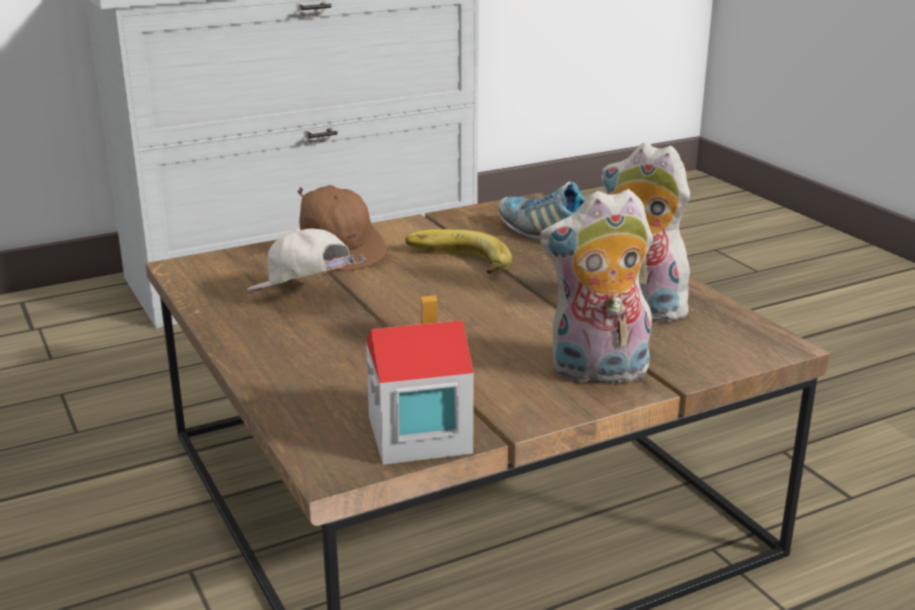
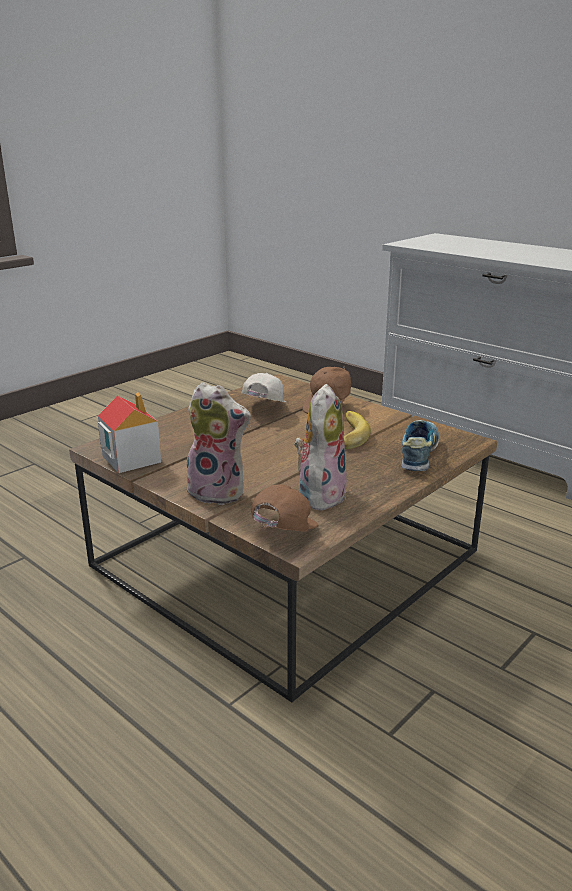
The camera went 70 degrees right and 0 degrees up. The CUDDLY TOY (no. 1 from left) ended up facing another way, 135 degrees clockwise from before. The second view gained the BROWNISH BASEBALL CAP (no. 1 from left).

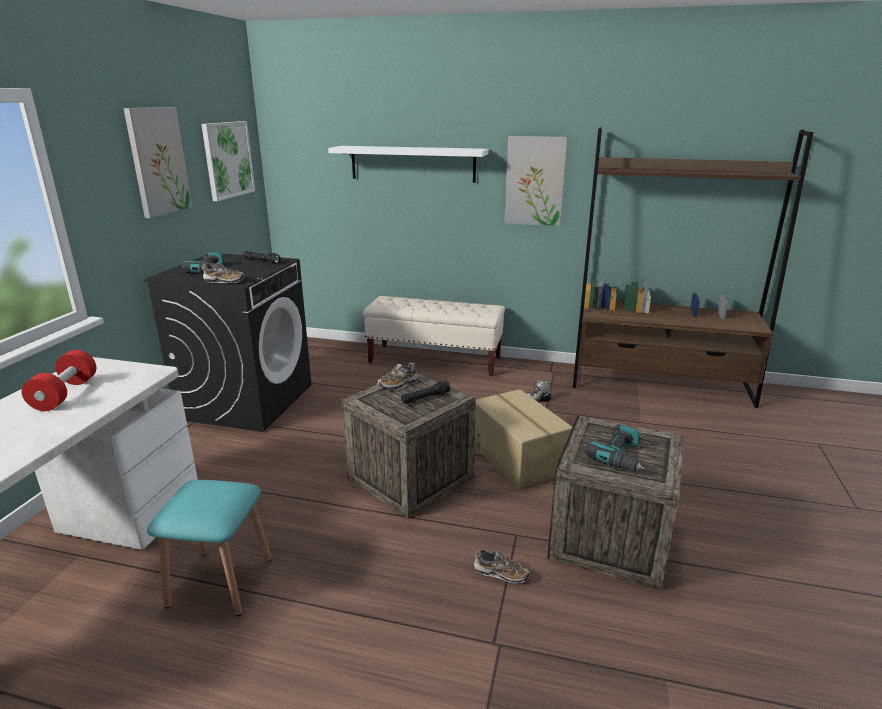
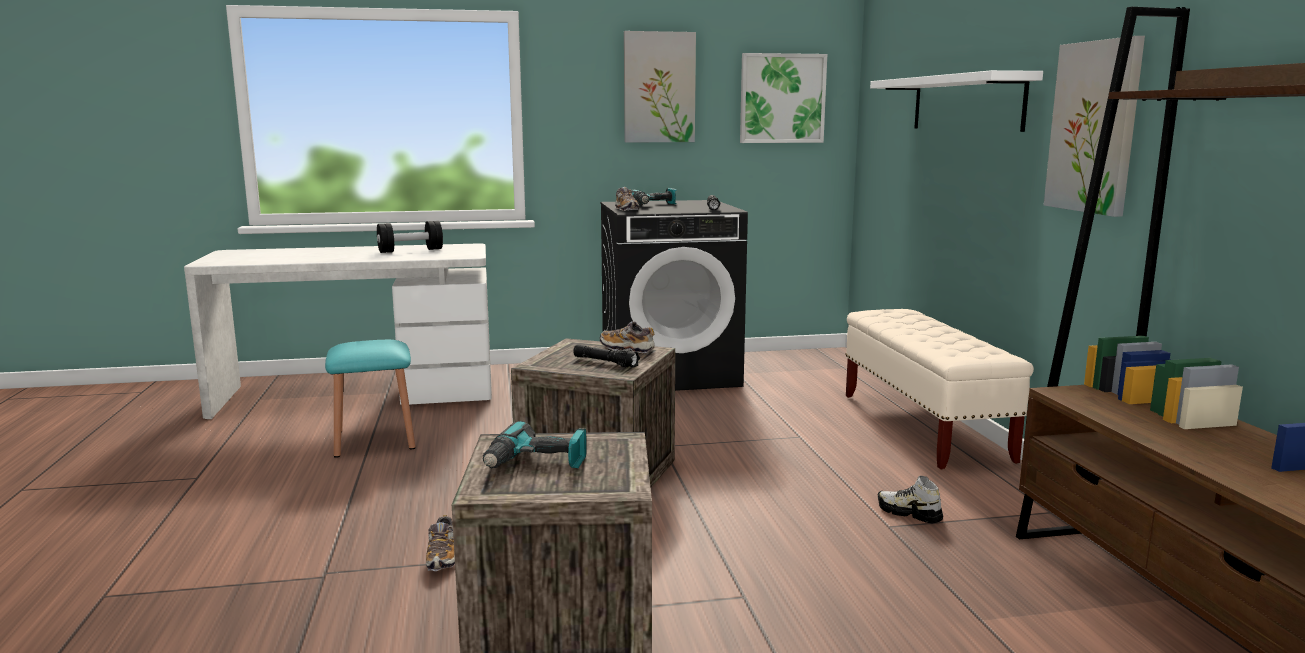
The camera went 65 degrees right and 10 degrees down. What was the RED-COLOURED HAND WEIGHT turned into the BLACK-COLOURED HAND WEIGHT. The second view lost the CARTON.

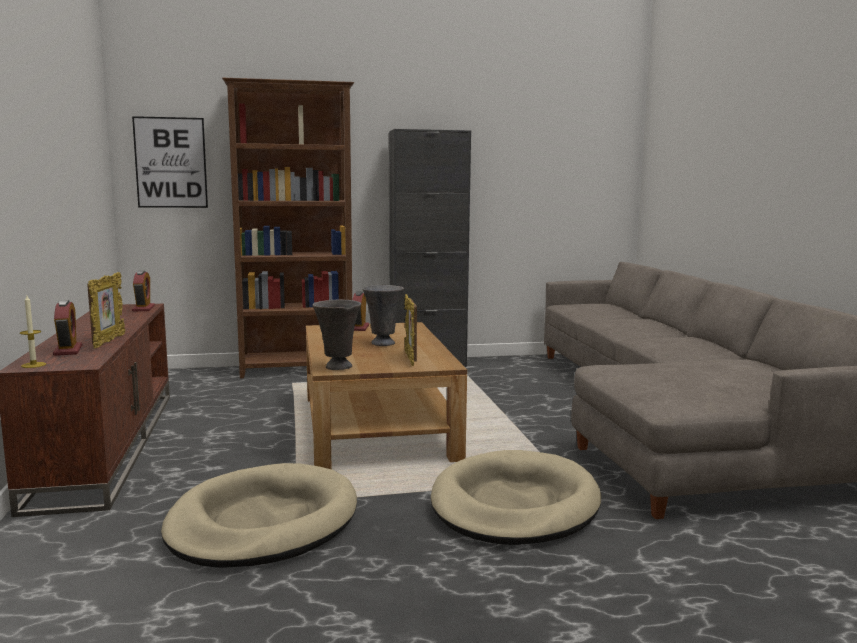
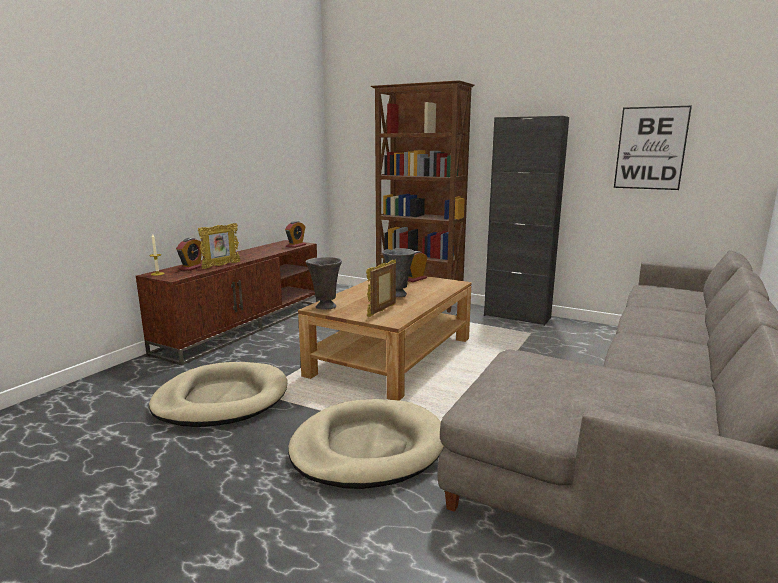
The camera went 40 degrees right and 5 degrees up. The PICTURE ended up elsewhere.

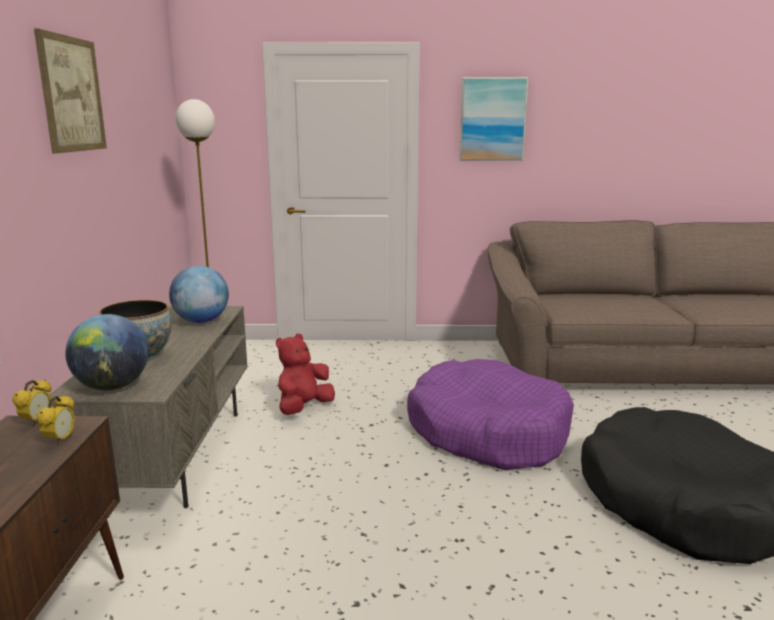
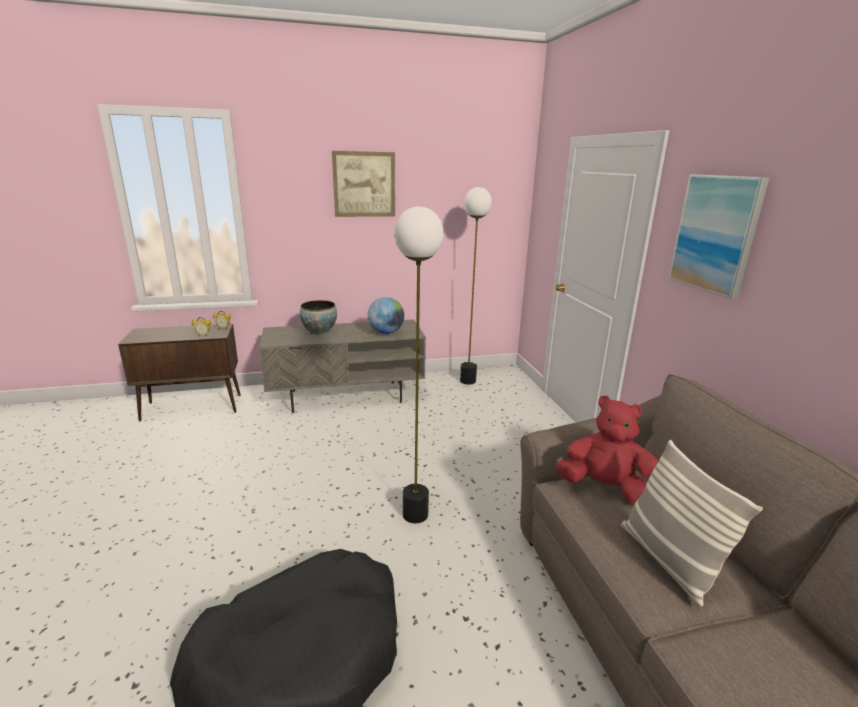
The camera went 75 degrees right and 5 degrees up. Where the PURPLISH DOG CUSHION stood, the STANDING LAMP (no. 1 from left) came to stand. The RED-COLOURED CUDDLY TOY ended up elsewhere. The second view gained the THROW PILLOW. The second view lost the GLOBE (no. 1 from left).

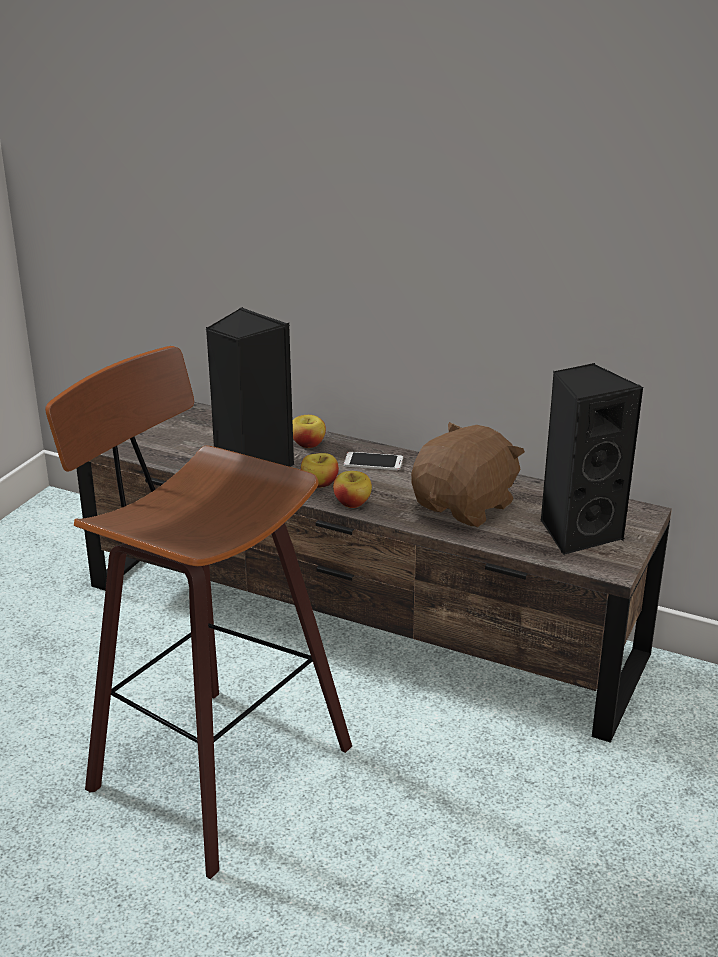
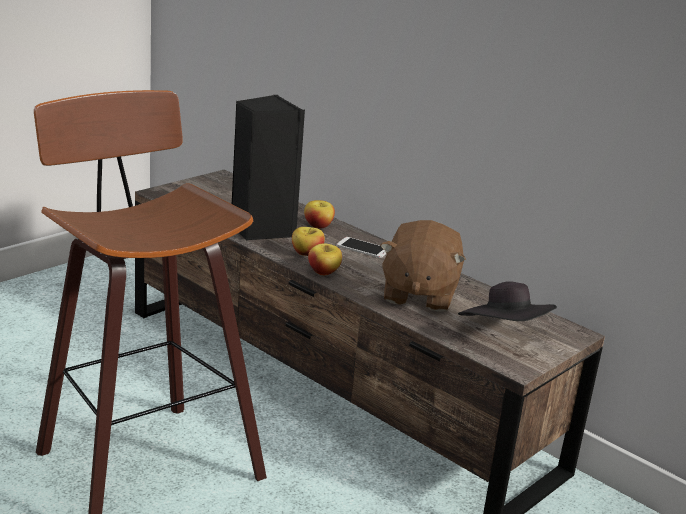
The camera went 15 degrees right and 5 degrees down. The BROWNISH CUDDLY TOY ended up facing another way, 135 degrees clockwise from before. Where the BLACK-COLOURED SPEAKER (no. 2 from left) stood, the BLACK-COLOURED HAT came to stand.

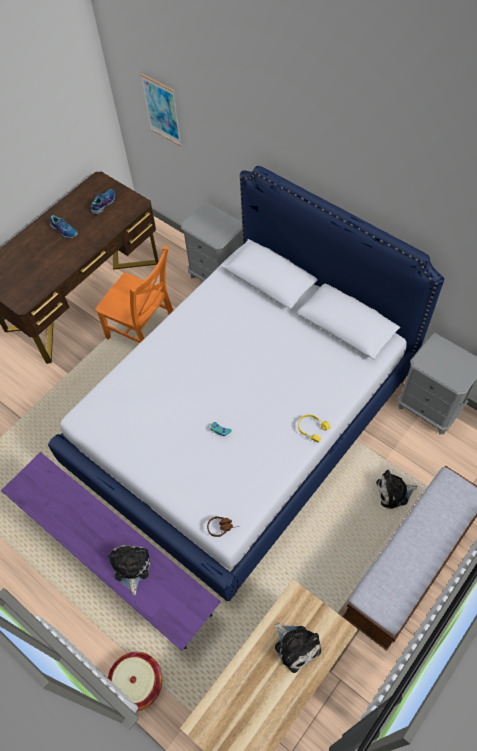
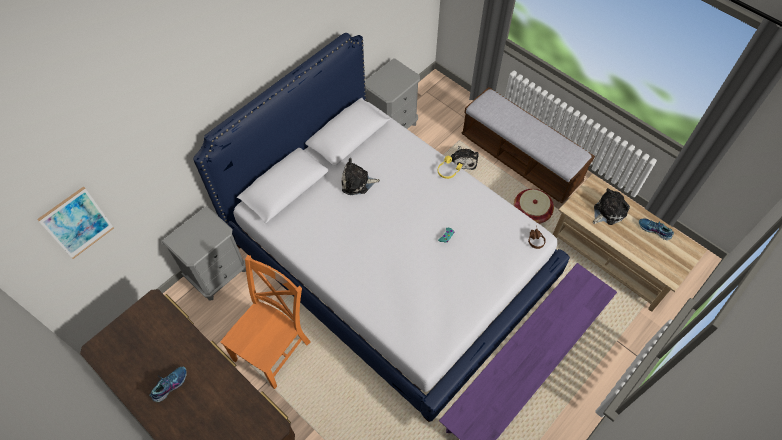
The camera went 90 degrees left and 0 degrees up. The CUDDLY TOY (no. 1 from left) ended up elsewhere. The BASKET ended up elsewhere. The LOW SHOE (no. 2 from left) ended up elsewhere.

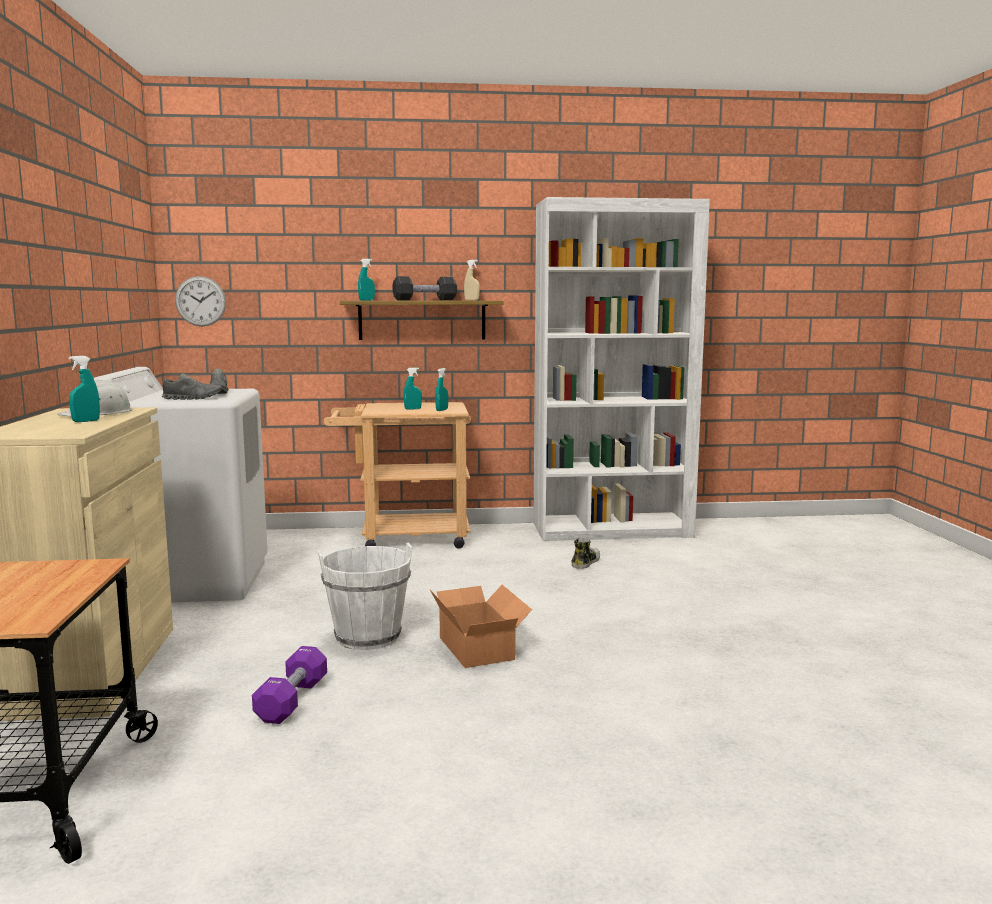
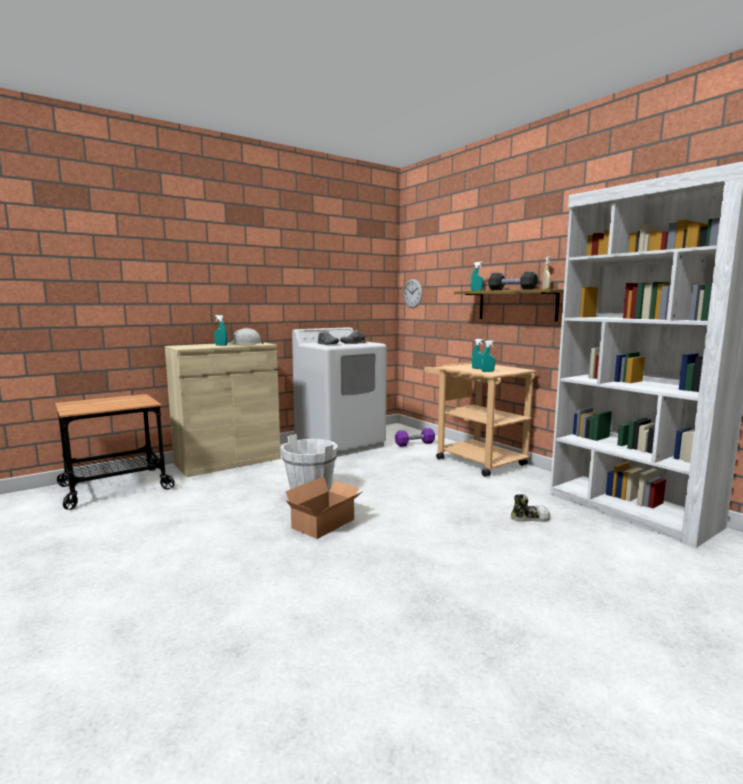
The camera went 60 degrees right and 0 degrees up. The PURPLISH HAND WEIGHT ended up elsewhere.

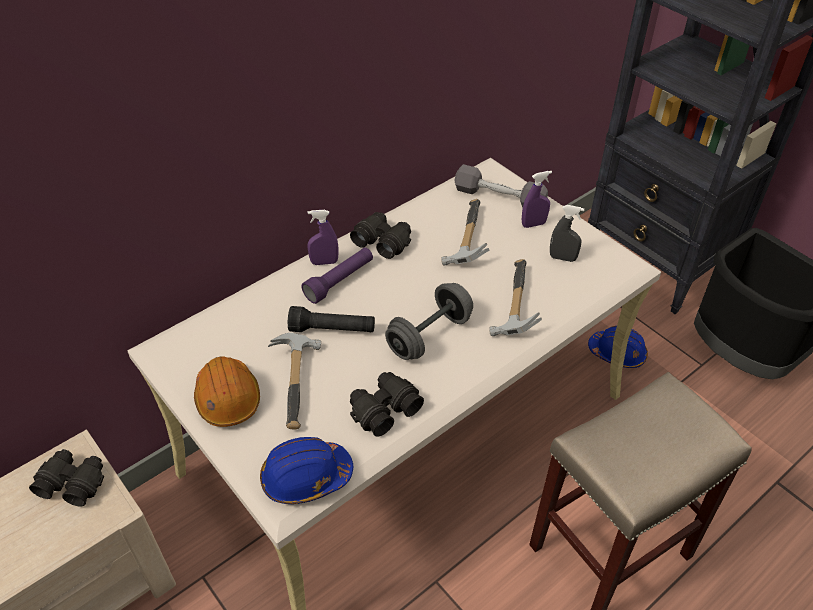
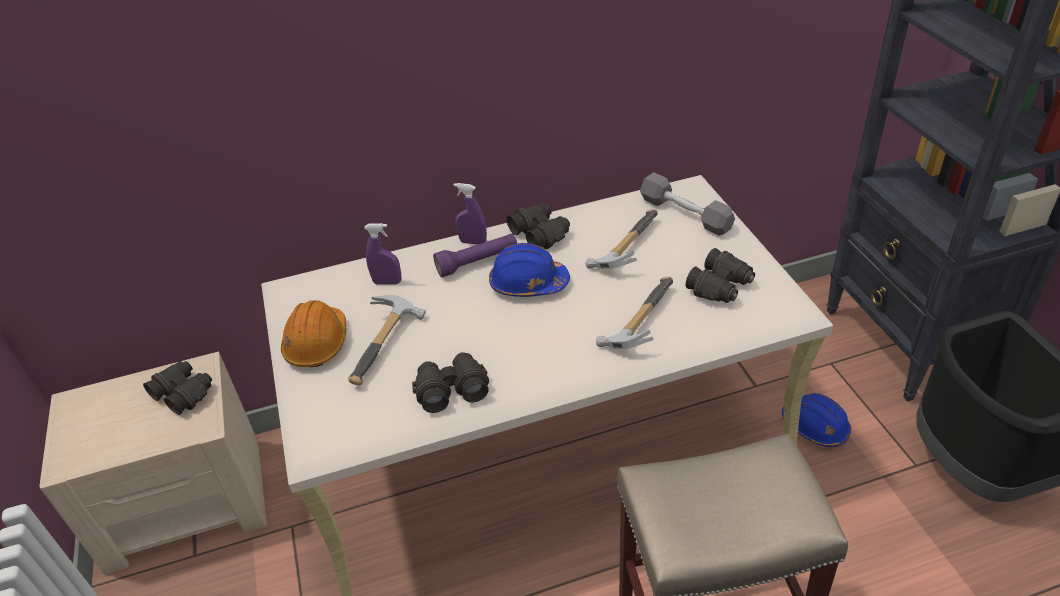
The camera went 25 degrees right and 5 degrees down. The PURPLISH SPRAYER (no. 2 from left in the first image) ended up elsewhere. The BLUE-COLOURED SAFETY HELMET (no. 1 from left) ended up elsewhere. Where the GREYISH SPRAYER stood, the BLACK-COLOURED BINOCULARS (no. 4 from left) came to stand. The second view lost the BLACK-COLOURED TORCH. The second view lost the GREYISH HAND WEIGHT (no. 1 from left).

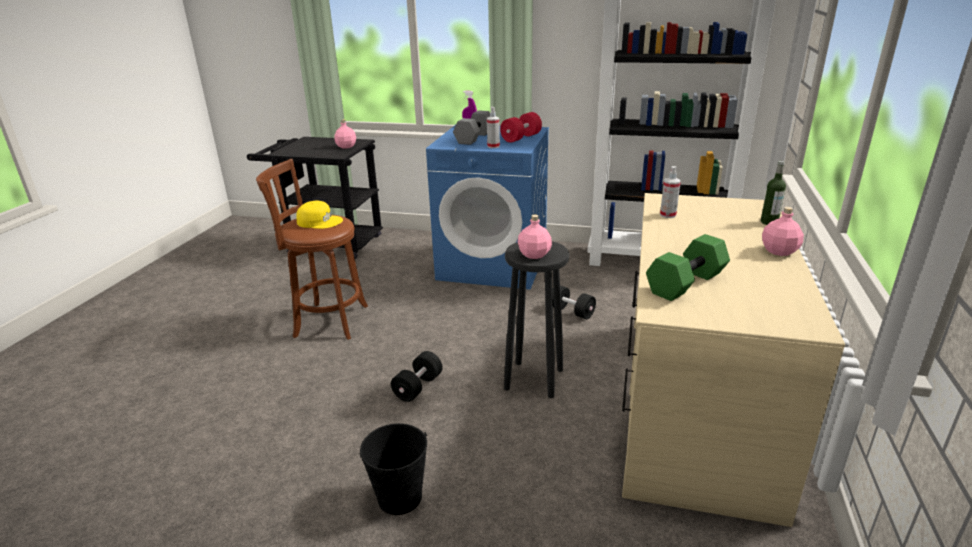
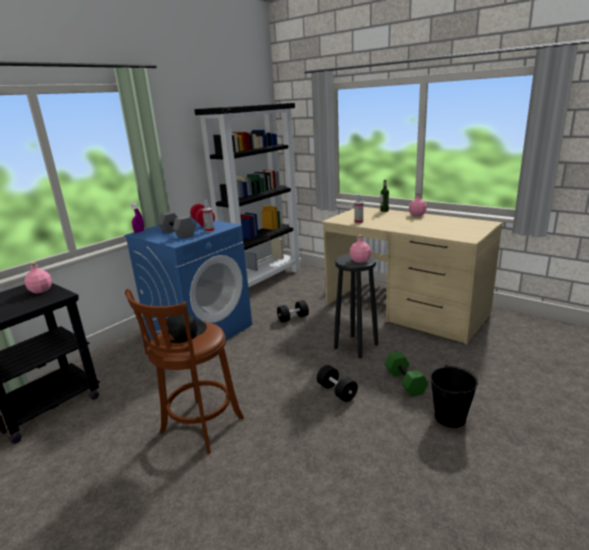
The camera went 65 degrees left and 5 degrees down. What was the YELLOWISH BASEBALL CAP turned into the BLACK-COLOURED BASEBALL CAP. The GREEN HAND WEIGHT ended up elsewhere.

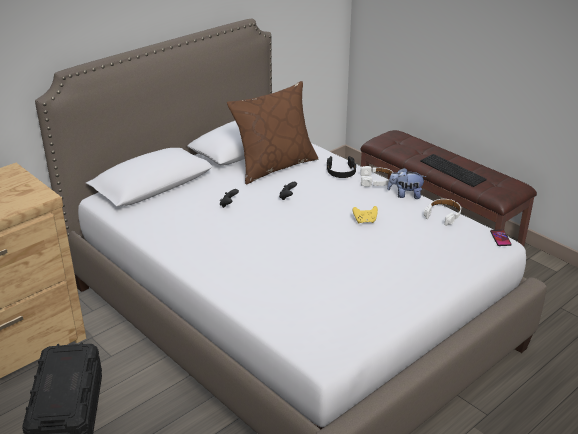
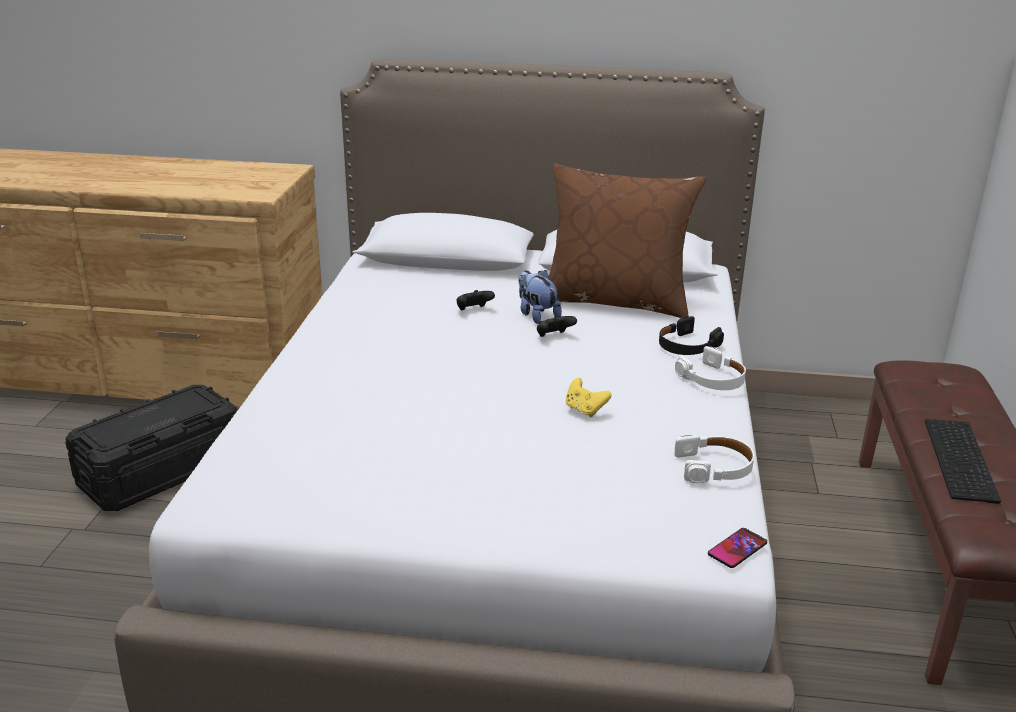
The camera went 50 degrees right and 5 degrees down. The CUDDLY TOY ended up elsewhere.

